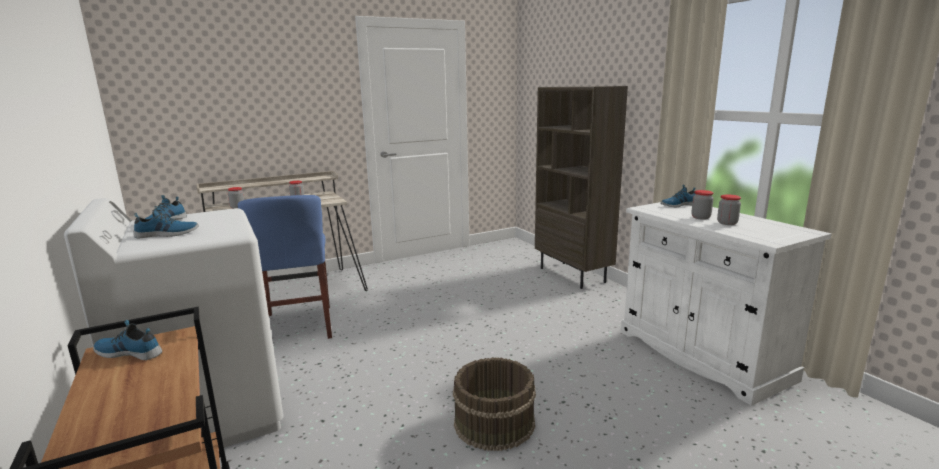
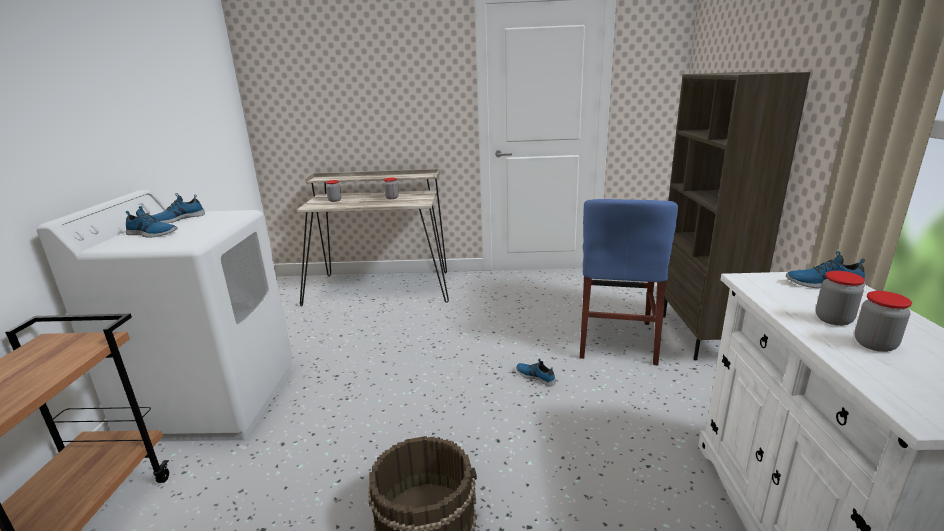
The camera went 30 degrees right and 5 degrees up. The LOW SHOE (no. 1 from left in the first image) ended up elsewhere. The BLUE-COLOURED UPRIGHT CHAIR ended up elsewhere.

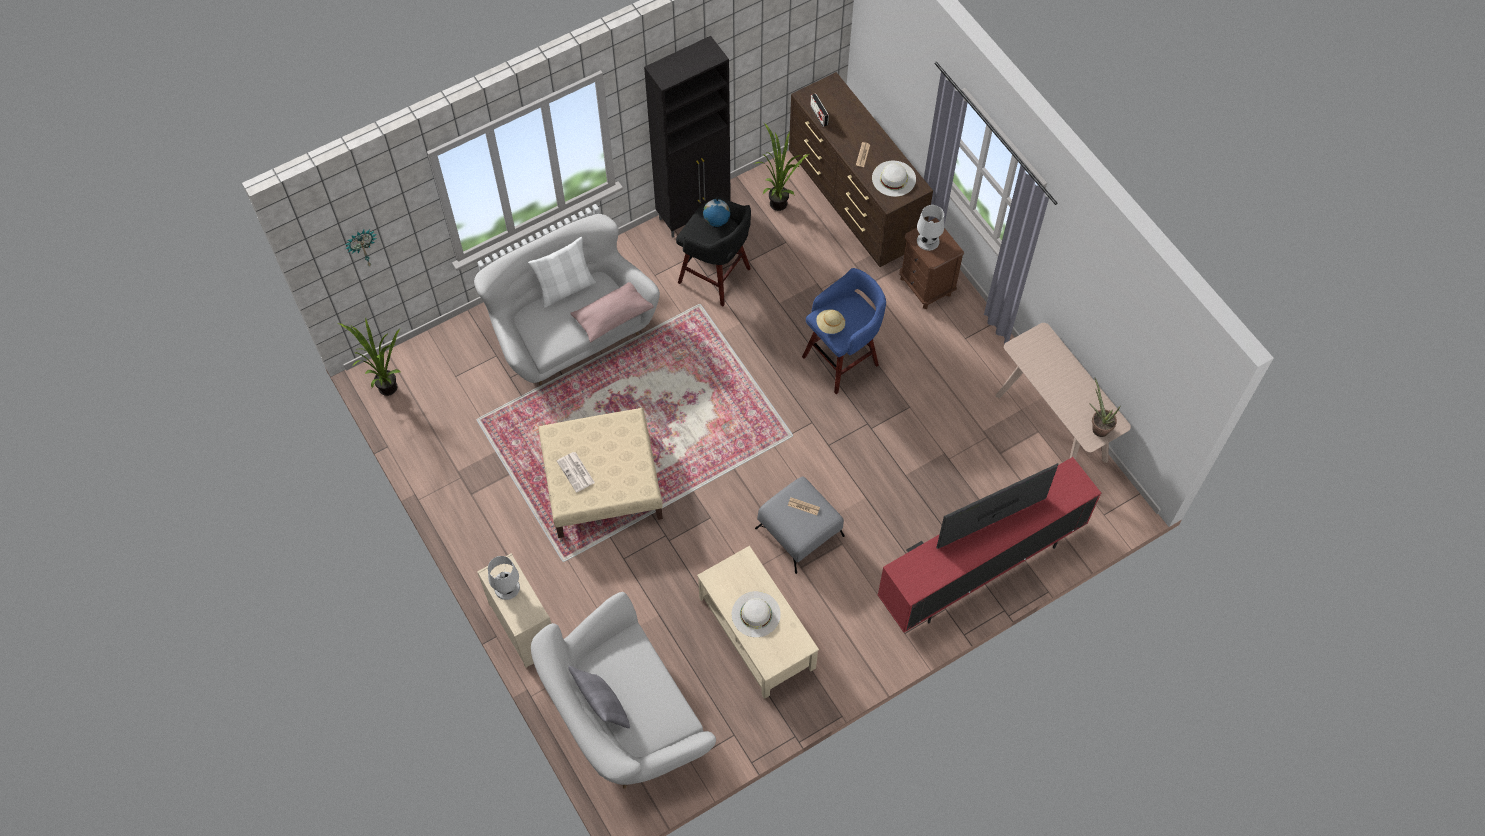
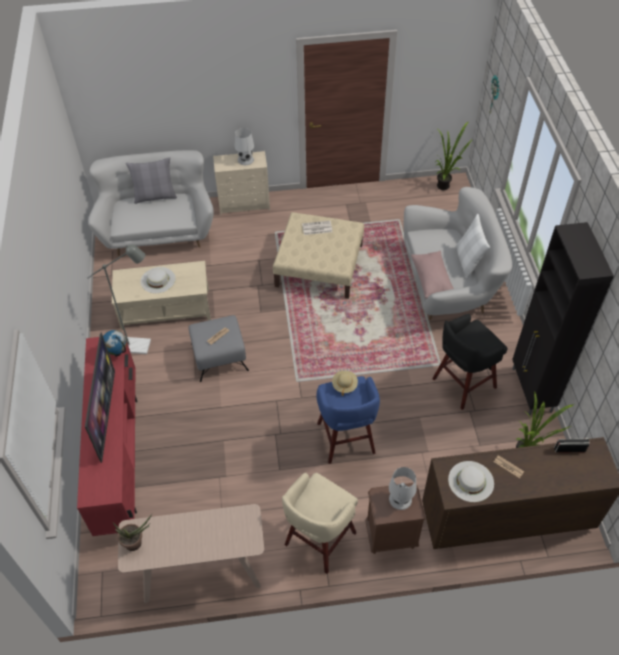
The camera went 115 degrees right and 10 degrees down. The second view gained the GREYISH STANDING LAMP. The GLOBE ended up elsewhere. The second view gained the BEIGE STOOL SEAT.

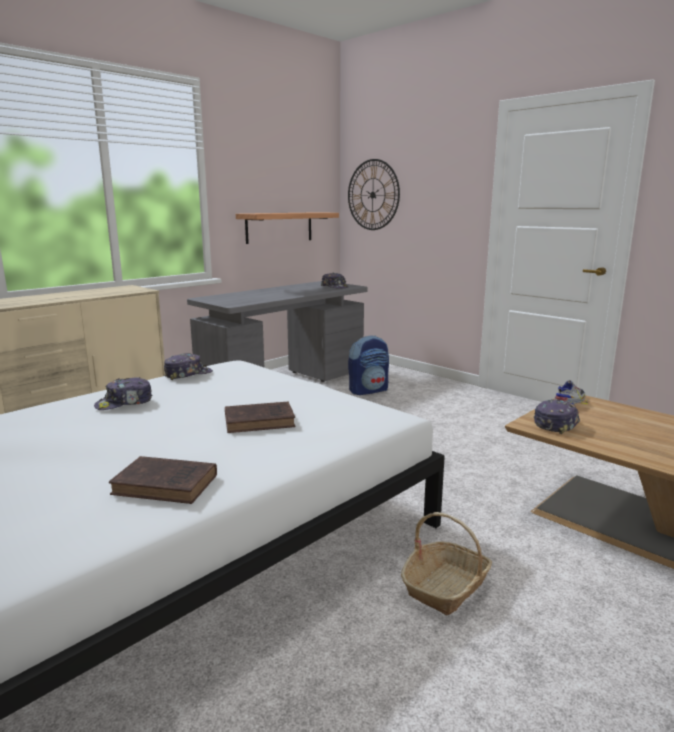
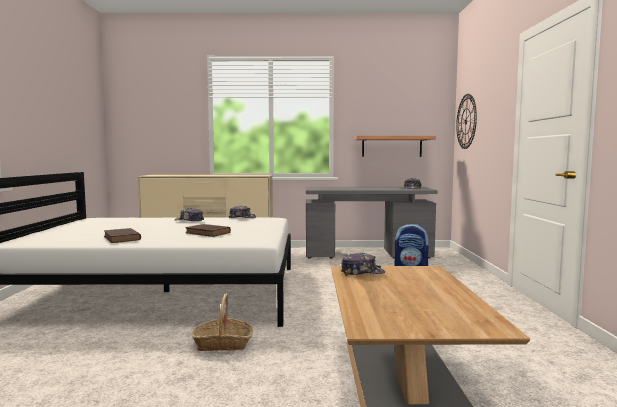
The camera went 45 degrees right and 10 degrees down. The second view lost the LOW SHOE.

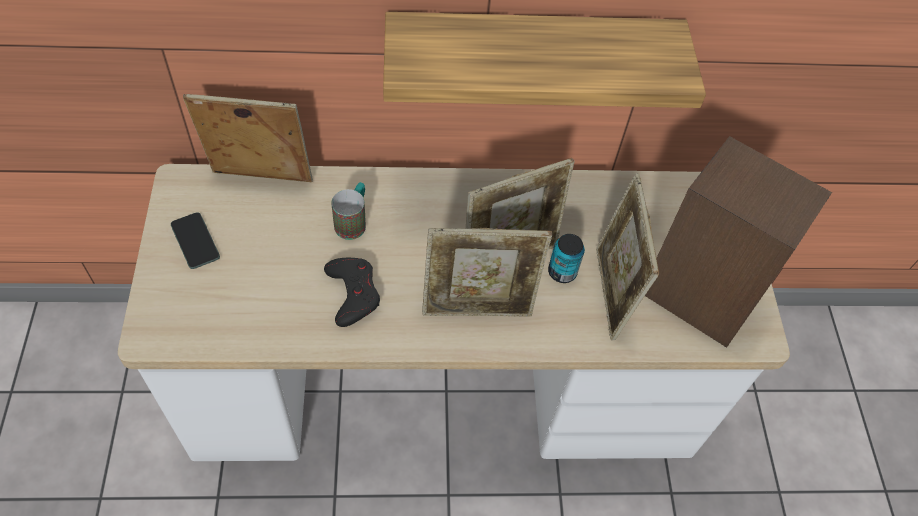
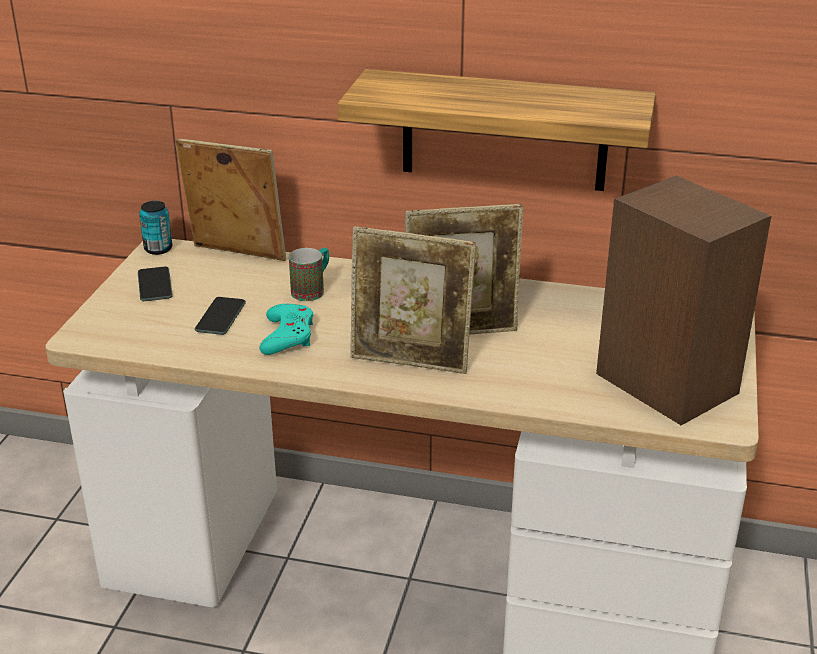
The camera went 20 degrees right and 25 degrees down. The METAL CAN ended up elsewhere. The second view gained the TELEPHONE (no. 2 from left). What was the BLACK-COLOURED GAME CONTROLLER turned into the TURQUOISE-COLOURED GAME CONTROLLER. The second view lost the STANDING FRAME (no. 4 from left).

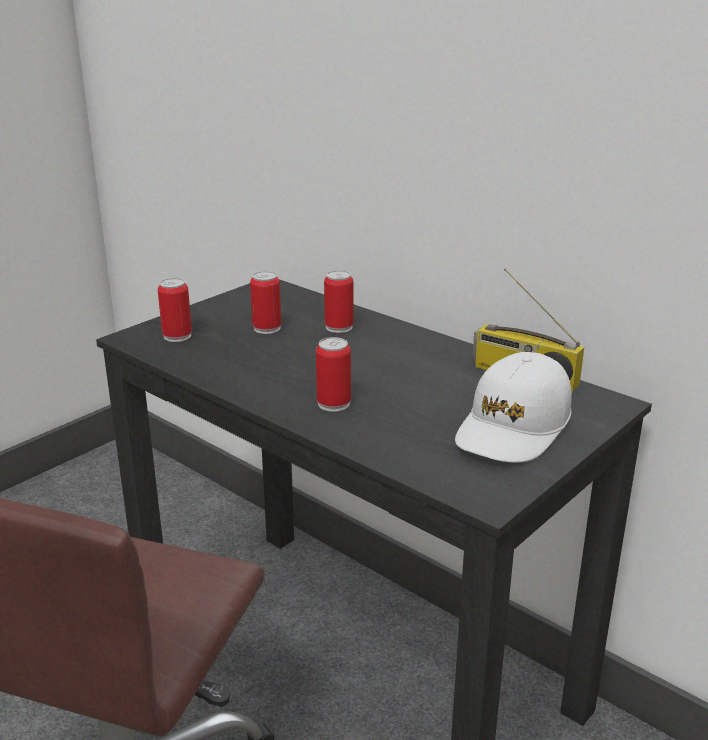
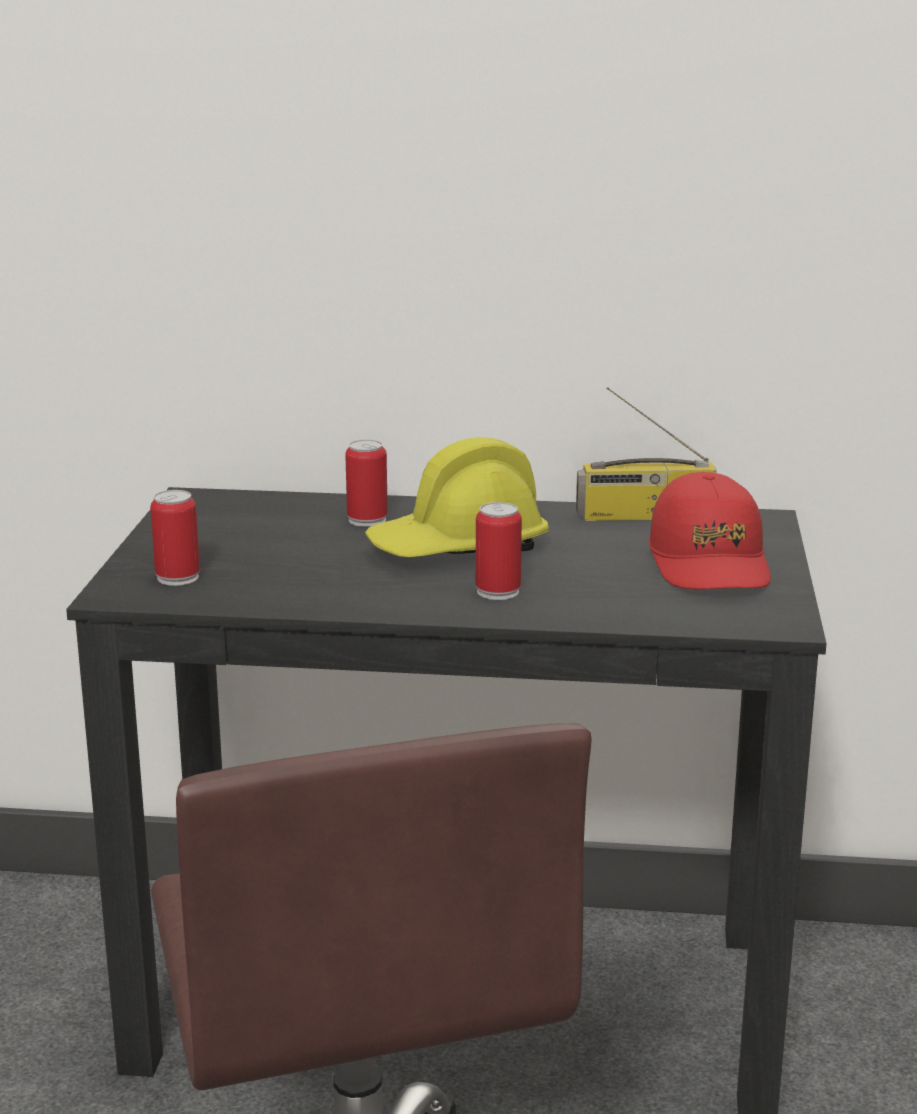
The camera went 35 degrees left and 5 degrees down. The second view gained the YELLOWISH SAFETY HELMET. What was the WHITE BASEBALL CAP turned into the RED-COLOURED BASEBALL CAP. The second view lost the METAL CAN (no. 2 from left).

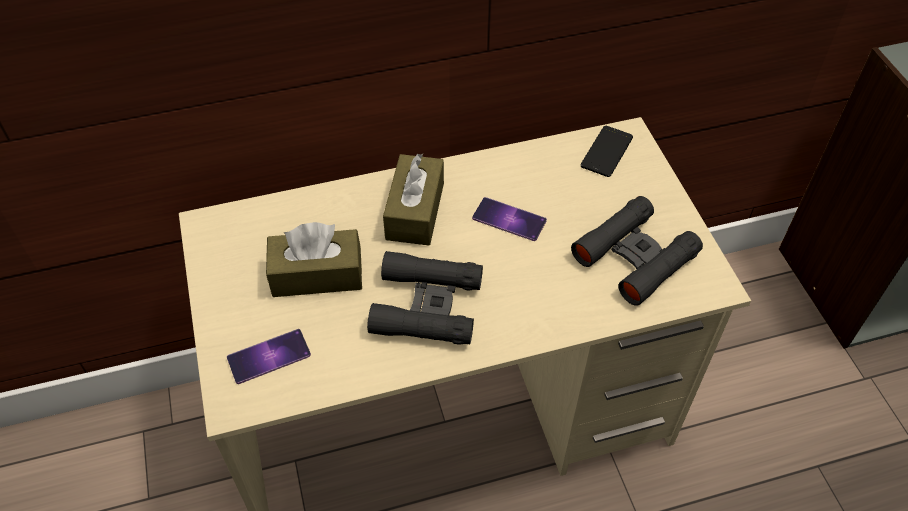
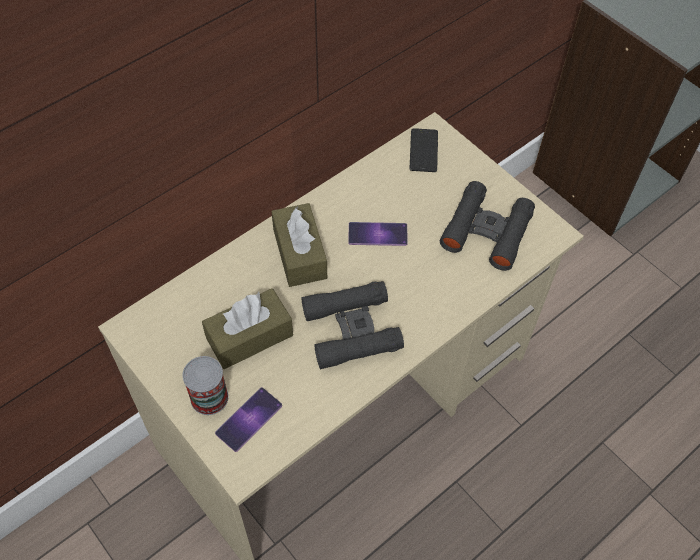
The camera went 25 degrees left and 5 degrees up. The second view gained the METAL CAN.

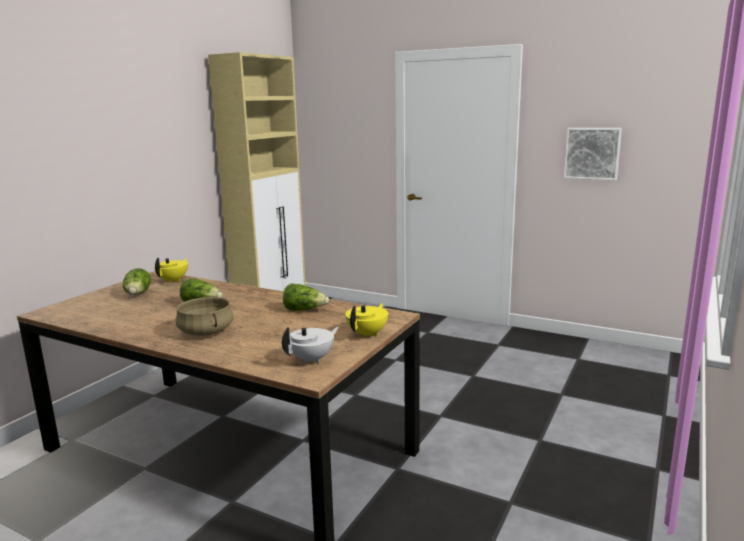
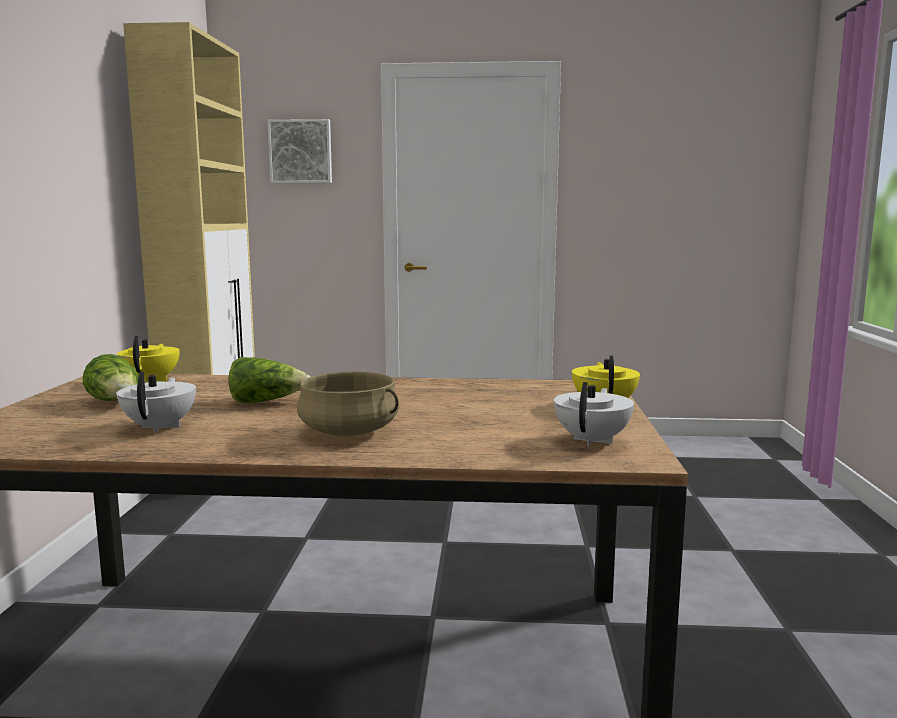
The camera went 25 degrees left and 5 degrees down. The second view gained the WHITE TEAPOT (no. 1 from left). The PICTURE ended up elsewhere. The second view lost the HEAD OF LETTUCE (no. 3 from left).

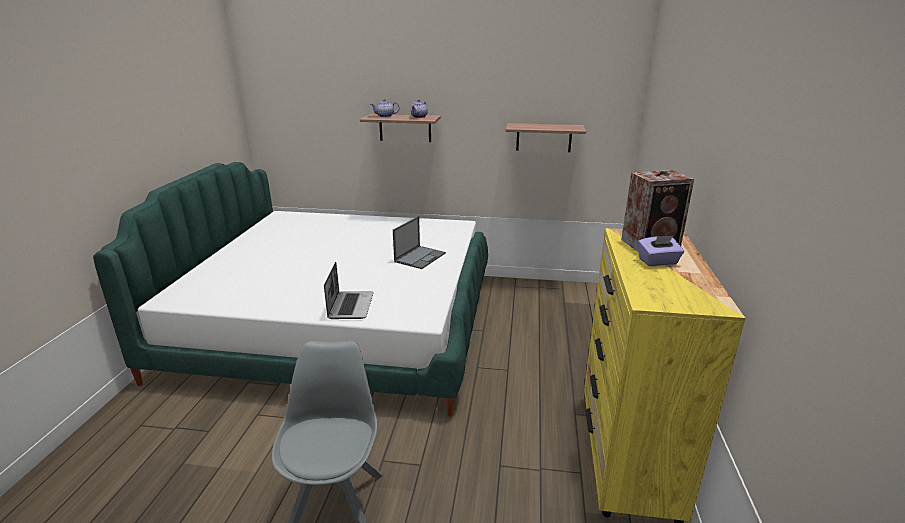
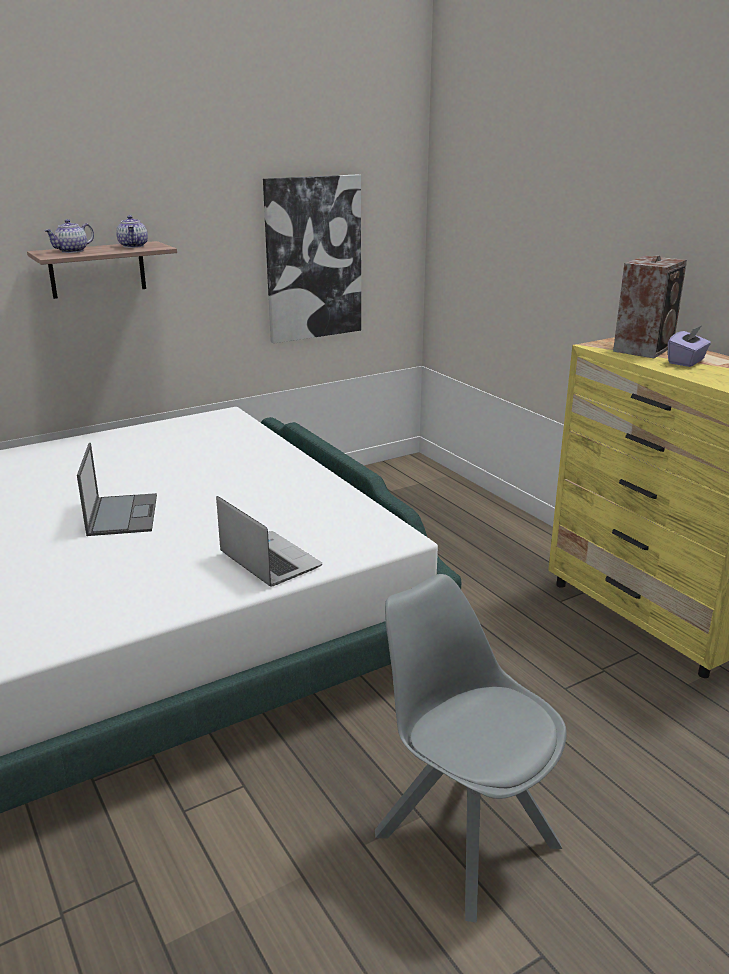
The camera went 40 degrees left and 0 degrees up. The LAPTOP (no. 2 from left in the first image) ended up elsewhere. Where the SHELF (no. 2 from left) hung, the PICTURE came to hang.

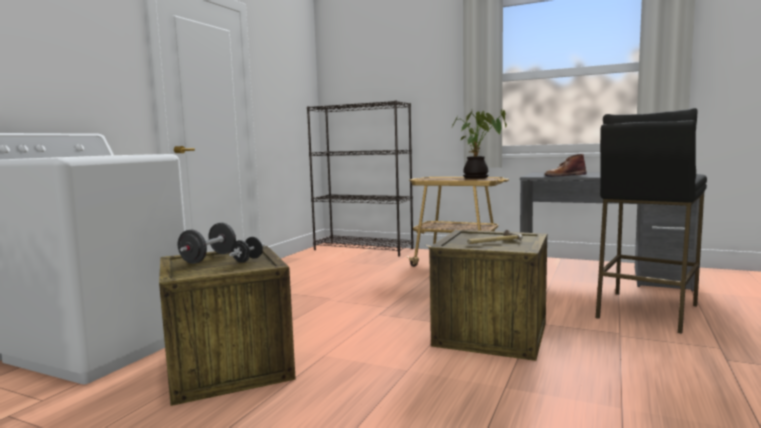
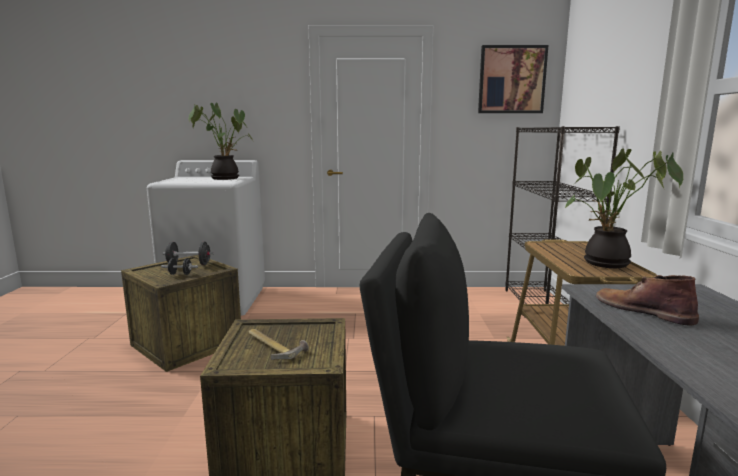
The camera went 65 degrees right and 5 degrees up. The second view gained the HOUSEPLANT (no. 1 from left). The second view gained the PICTURE.

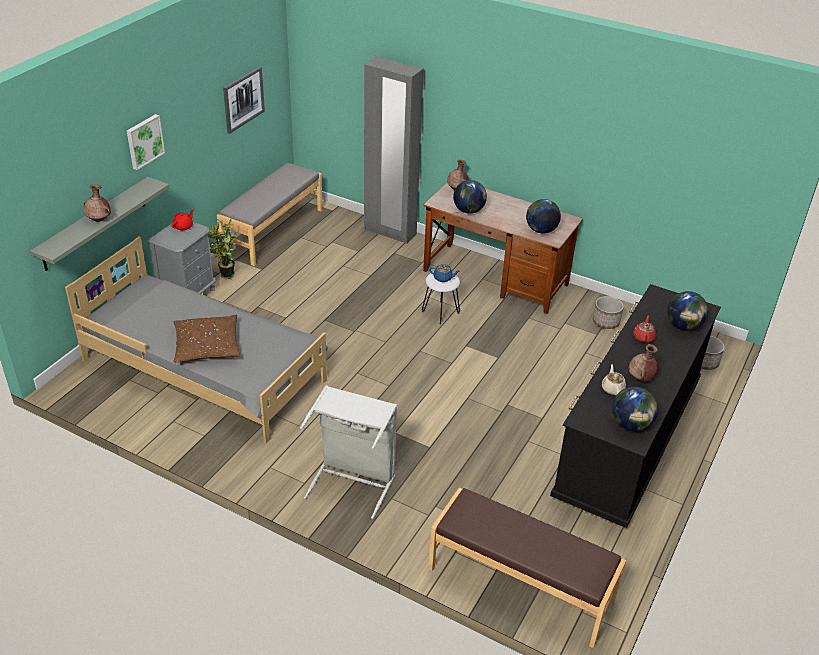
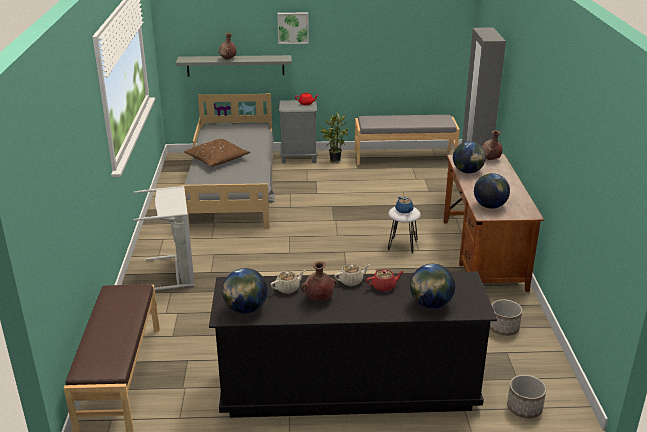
The camera went 60 degrees right and 10 degrees down. The second view gained the BEIGE TEAPOT (no. 2 from left). The second view lost the PICTURE (no. 2 from left).

